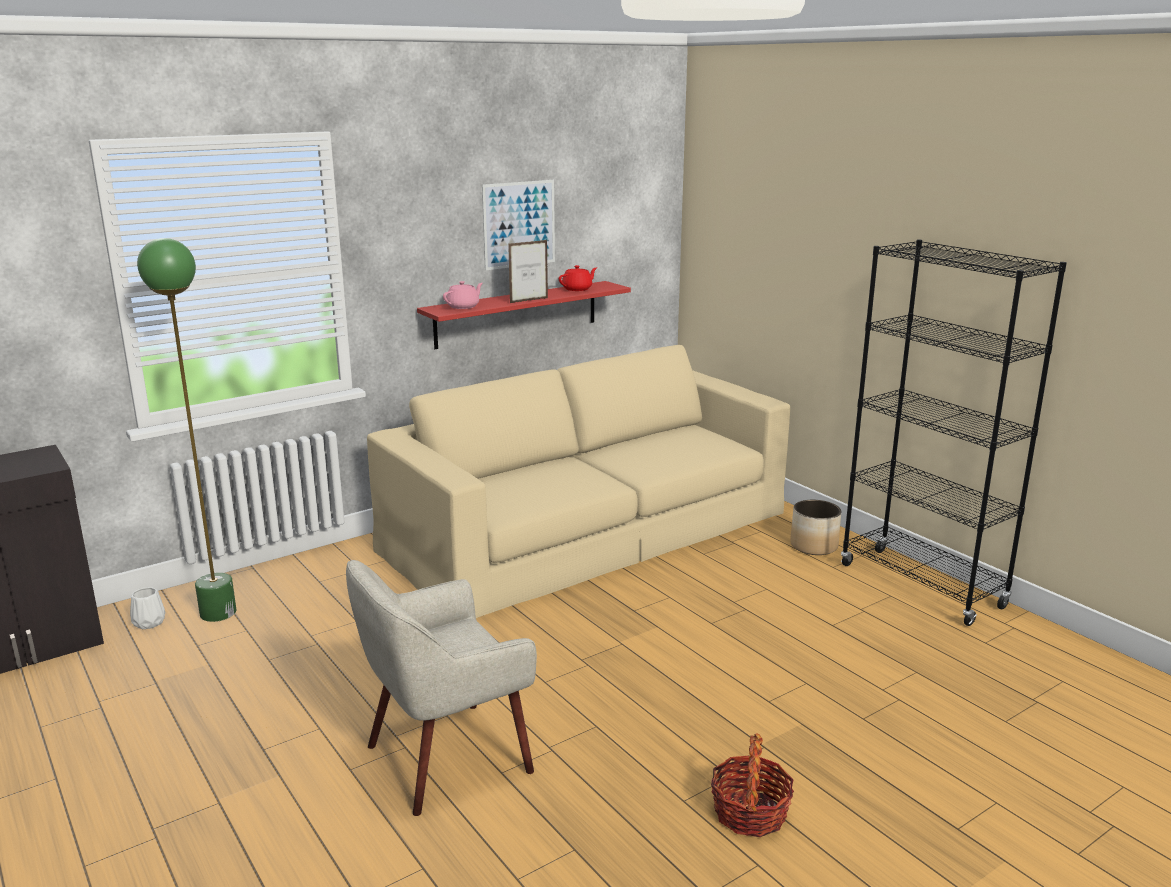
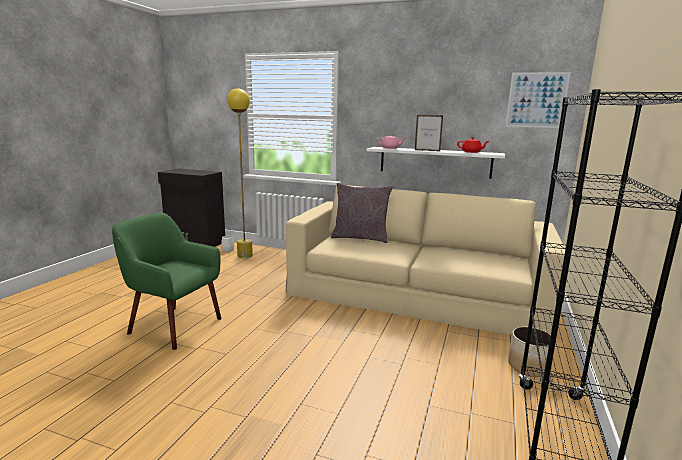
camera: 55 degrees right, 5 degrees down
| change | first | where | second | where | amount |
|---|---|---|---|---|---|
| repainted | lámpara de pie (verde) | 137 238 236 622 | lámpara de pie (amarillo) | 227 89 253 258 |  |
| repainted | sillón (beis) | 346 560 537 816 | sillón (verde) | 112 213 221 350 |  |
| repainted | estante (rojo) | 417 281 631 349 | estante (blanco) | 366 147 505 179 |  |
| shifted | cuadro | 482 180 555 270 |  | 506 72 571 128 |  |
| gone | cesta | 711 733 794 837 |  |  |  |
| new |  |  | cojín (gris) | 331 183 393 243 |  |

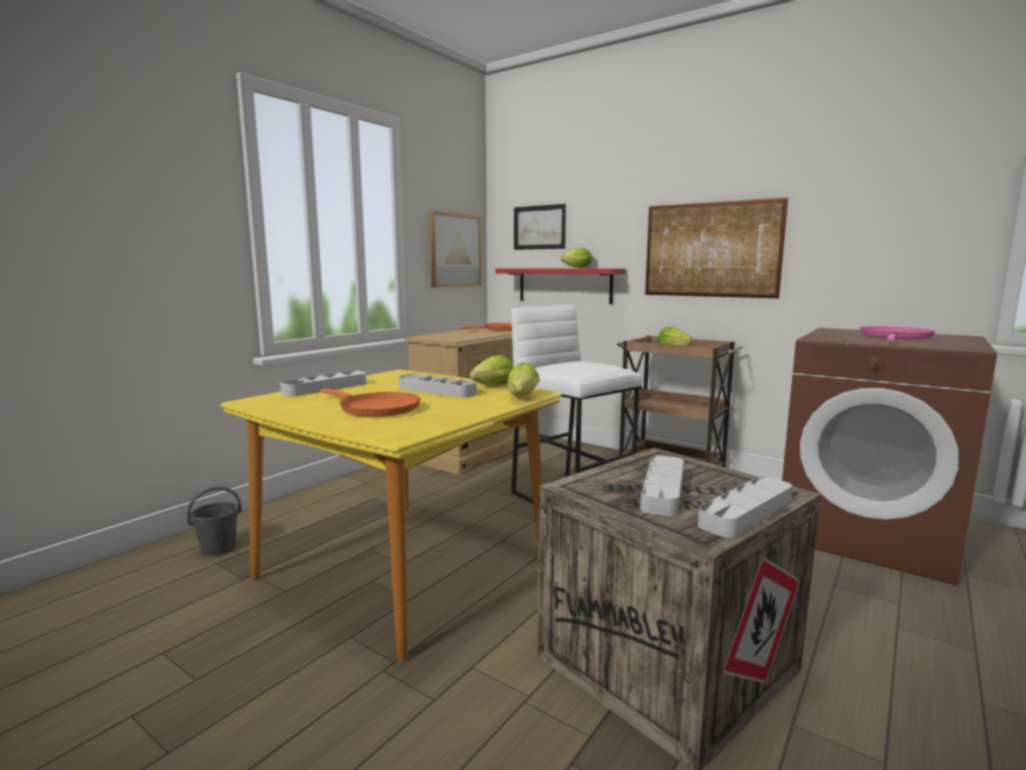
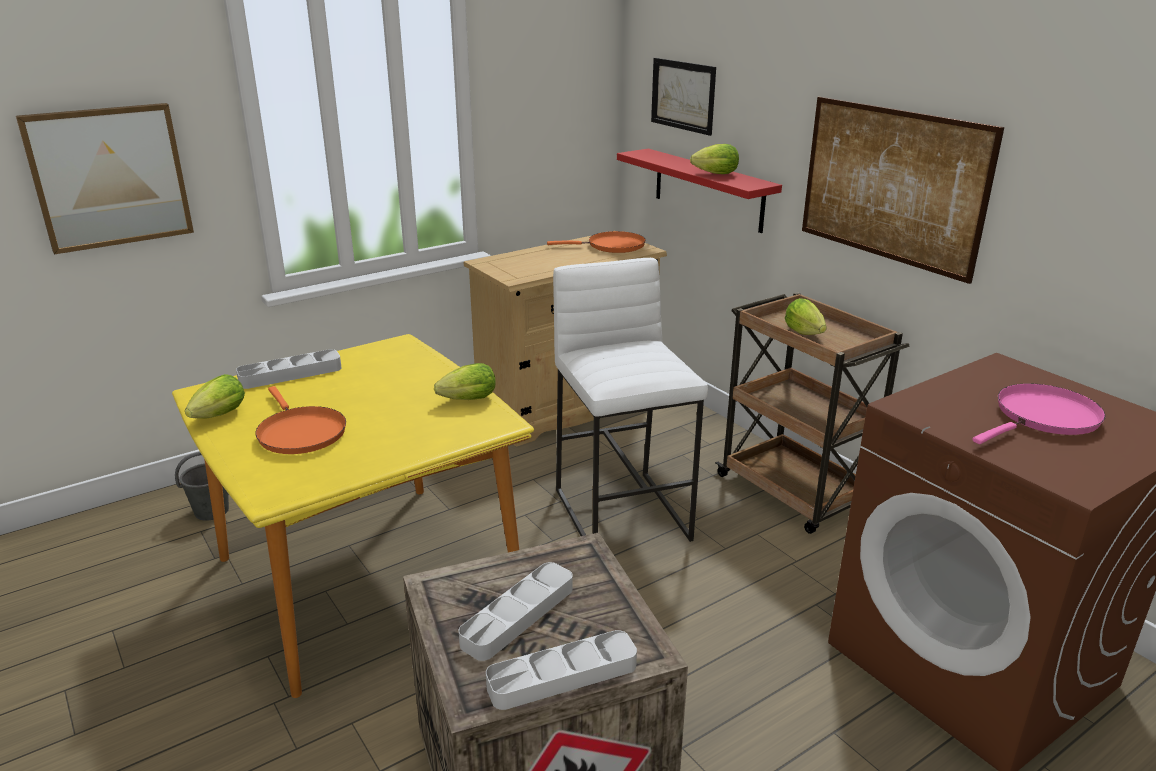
camera: 20 degrees right, 15 degrees up
| change | first | where | second | where | amount |
|---|---|---|---|---|---|
| gone | bandeja (gris) | 399 374 477 398 |  |  |  |
| shifted | cuadro | 429 211 481 287 |  | 16 103 194 254 |  |
| shifted | lechuga | 507 362 540 397 |  | 185 374 245 419 |  |

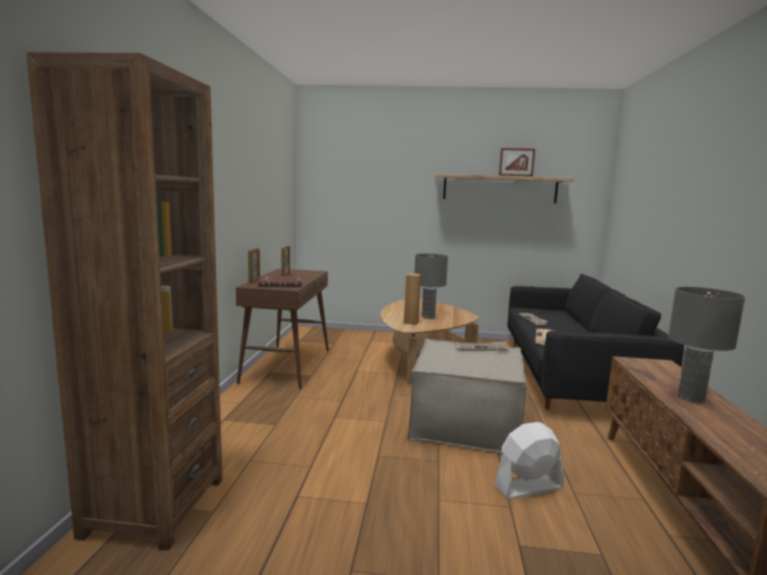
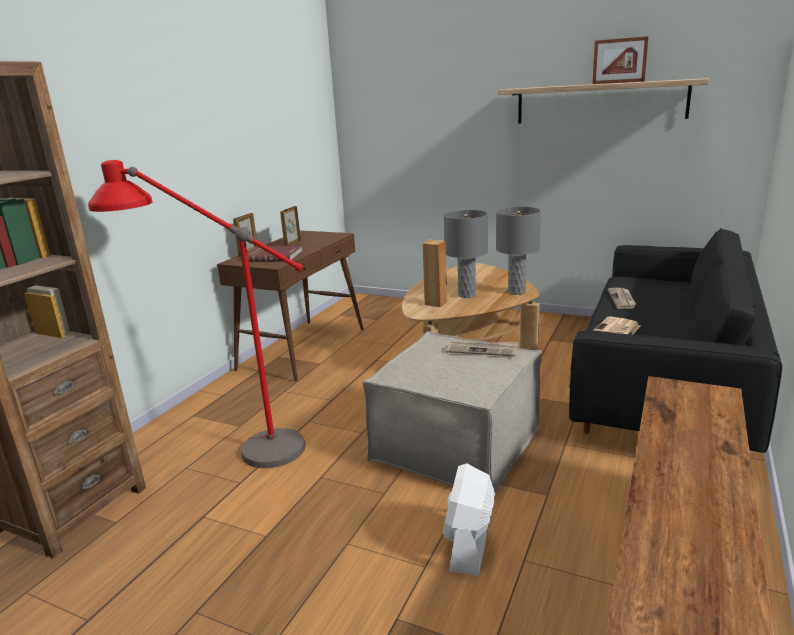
camera: 20 degrees right, 10 degrees up
| change | first | where | second | where | amount |
|---|---|---|---|---|---|
| rotated | ventilador (blanco) | 494 422 564 499 |  | 442 464 495 576 | 75 degrees counterclockwise |
| shifted | lámpara de mesa (gris) | 668 287 745 403 |  | 496 207 541 295 |  |
| new |  |  | lámpara de pie (rojo) | 88 160 306 468 |  |

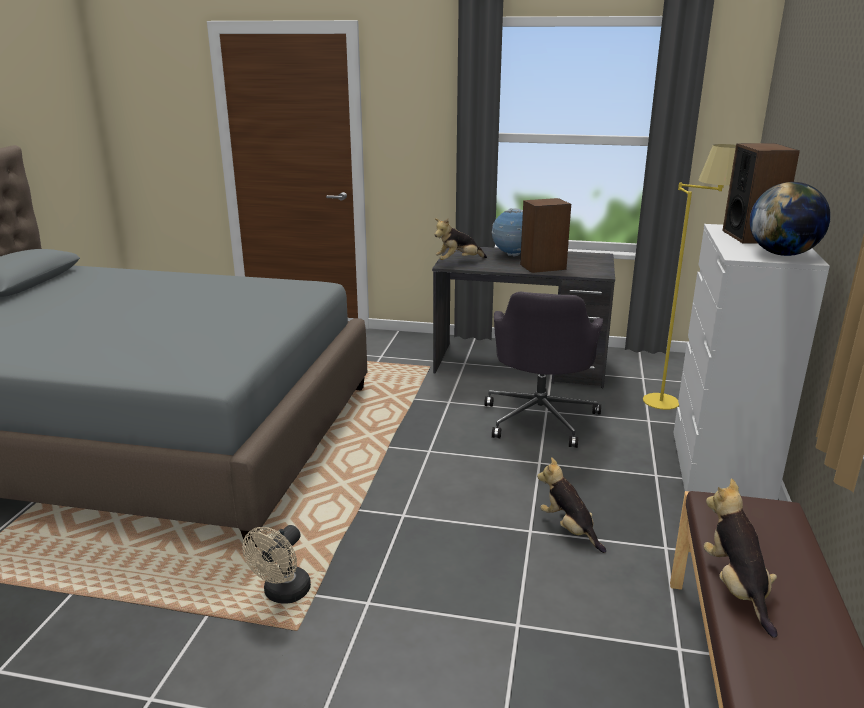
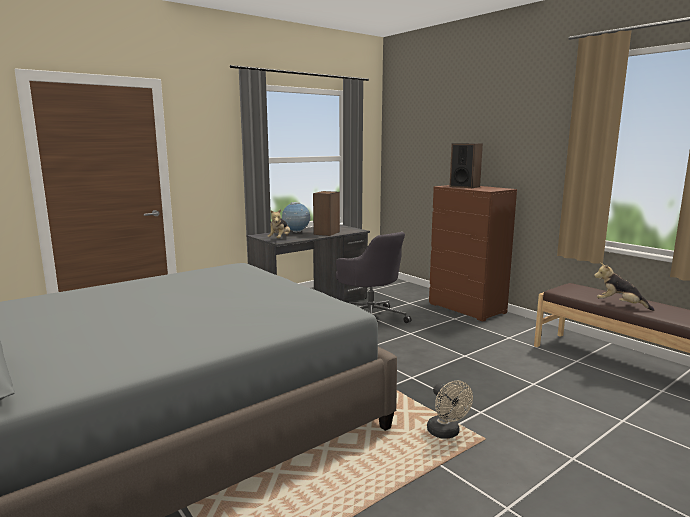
camera: 50 degrees left, 10 degrees down
| change | first | where | second | where | amount |
|---|---|---|---|---|---|
| gone | peluche | 537 457 606 553 |  |  |  |
| gone | lámpara de pie (amarillo) | 643 144 736 410 |  |  |  |
| repainted | cómoda (blanco) | 673 224 830 500 | cómoda (marrón) | 429 185 517 322 |  |
| gone | globo terráqueo | 750 182 831 256 |  |  |  |

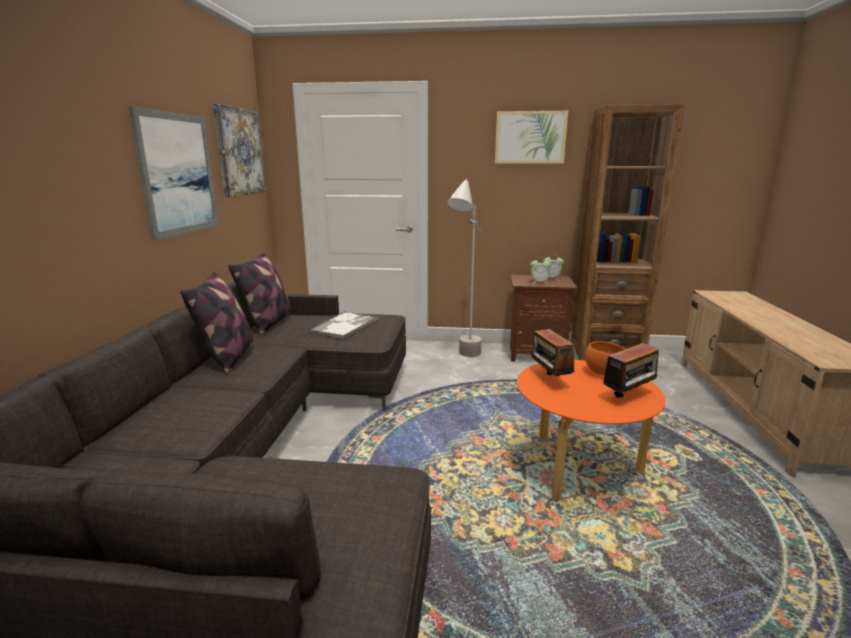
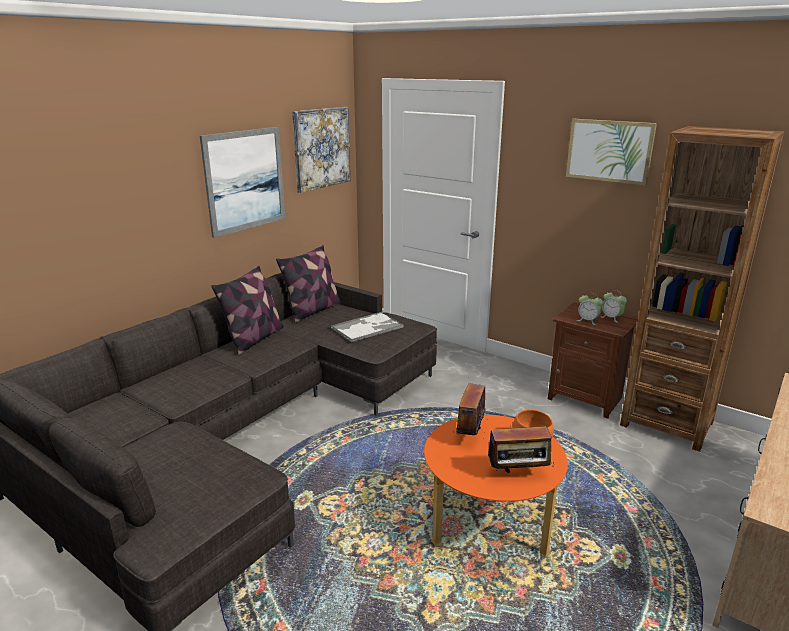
camera: 30 degrees right, 5 degrees up
| change | first | where | second | where | amount |
|---|---|---|---|---|---|
| gone | lámpara de pie (gris) | 447 178 481 357 |  |  |  |

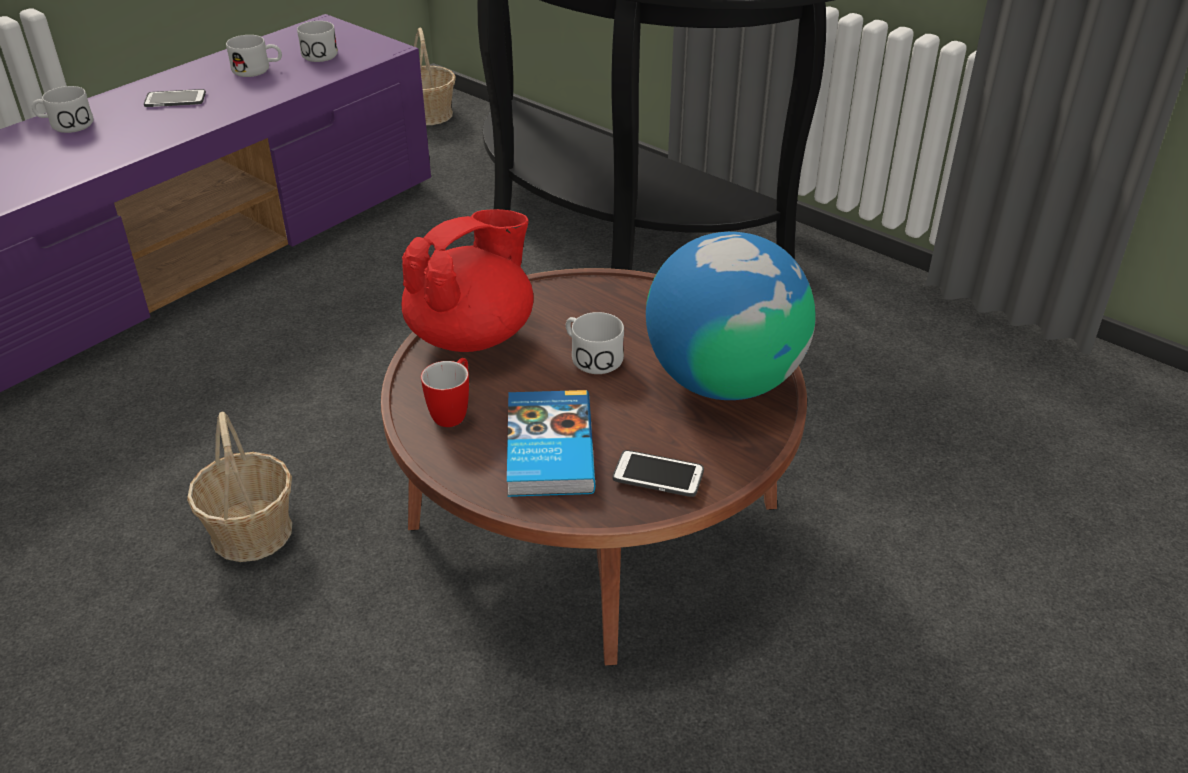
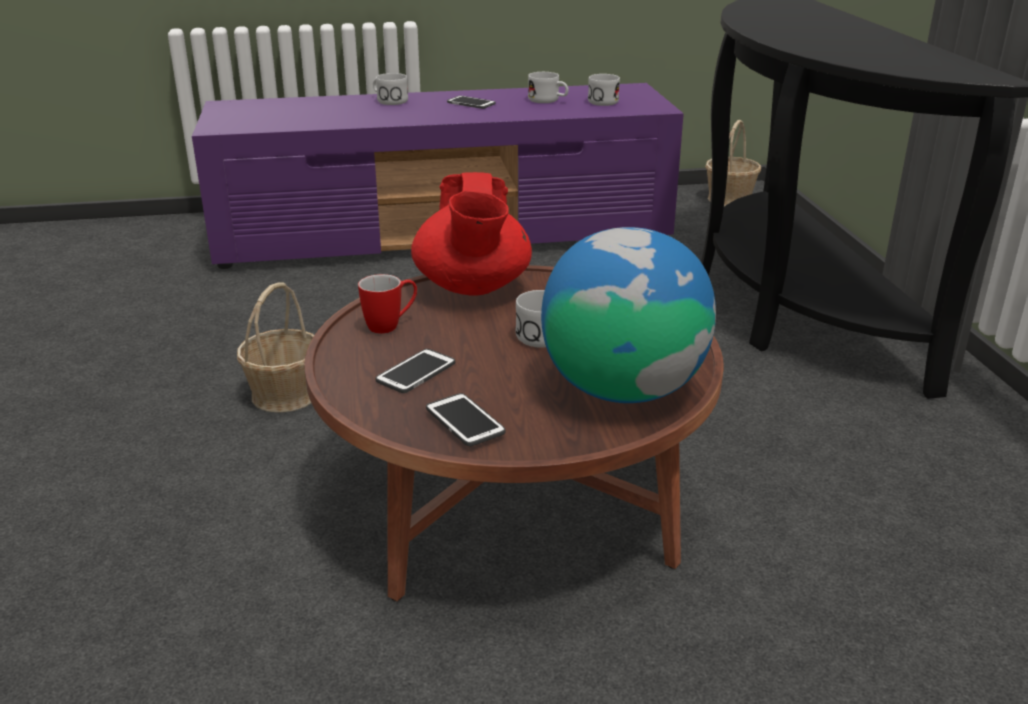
camera: 40 degrees right, 10 degrees down
| change | first | where | second | where | amount |
|---|---|---|---|---|---|
| rotated | tetera (rojo) | 401 209 534 352 |  | 411 172 532 296 | 90 degrees clockwise |
| swapped | libro | 507 390 595 497 | móvil | 375 349 455 393 |  |

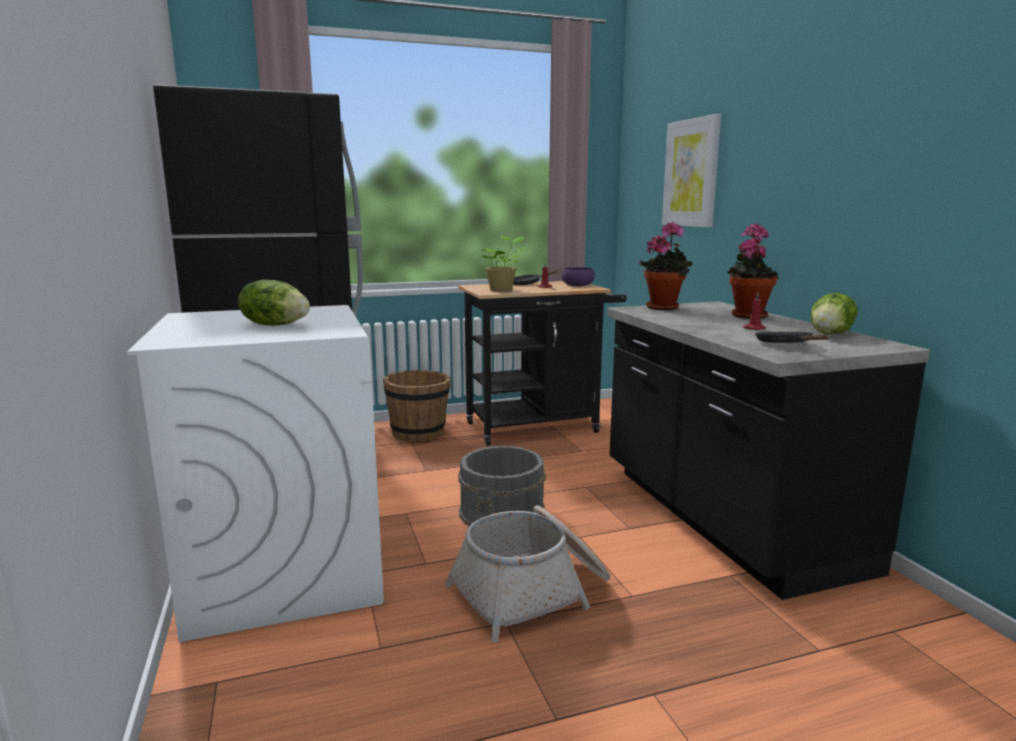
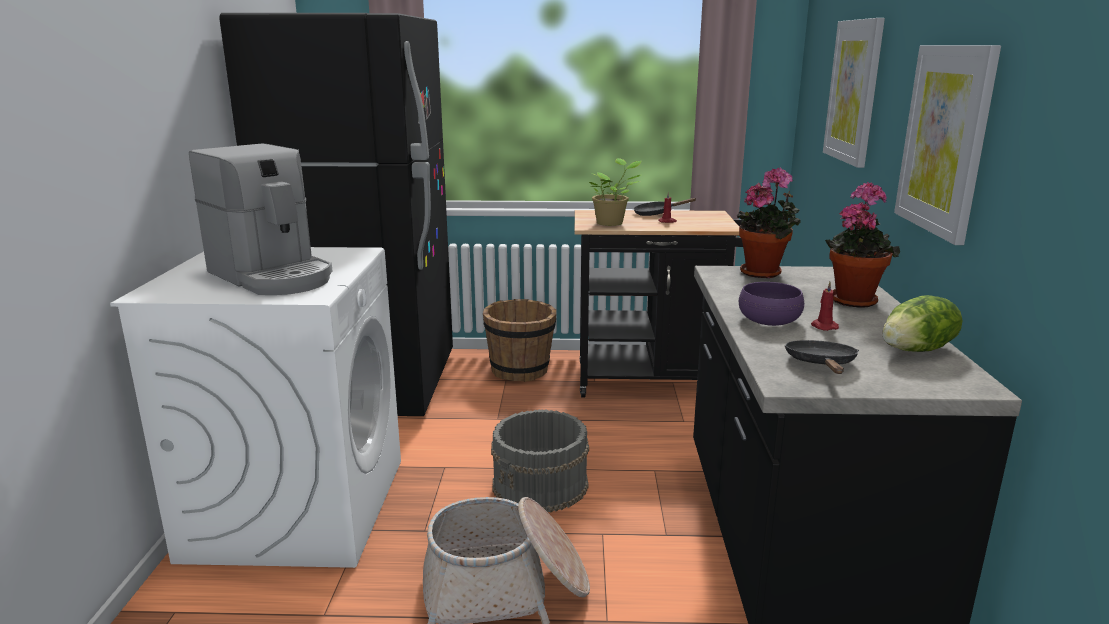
camera: 20 degrees right, 5 degrees up
| change | first | where | second | where | amount |
|---|---|---|---|---|---|
| swapped | lechuga | 238 280 310 325 | cafetera | 189 143 332 295 |  |
| shifted | cuenco (morado) | 562 267 595 286 |  | 739 282 804 326 |  |
| new |  |  | cuadro | 894 45 1001 245 |  |

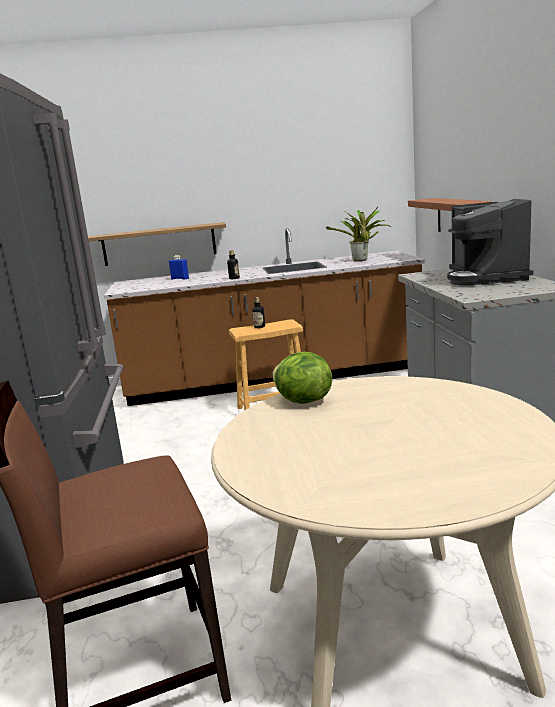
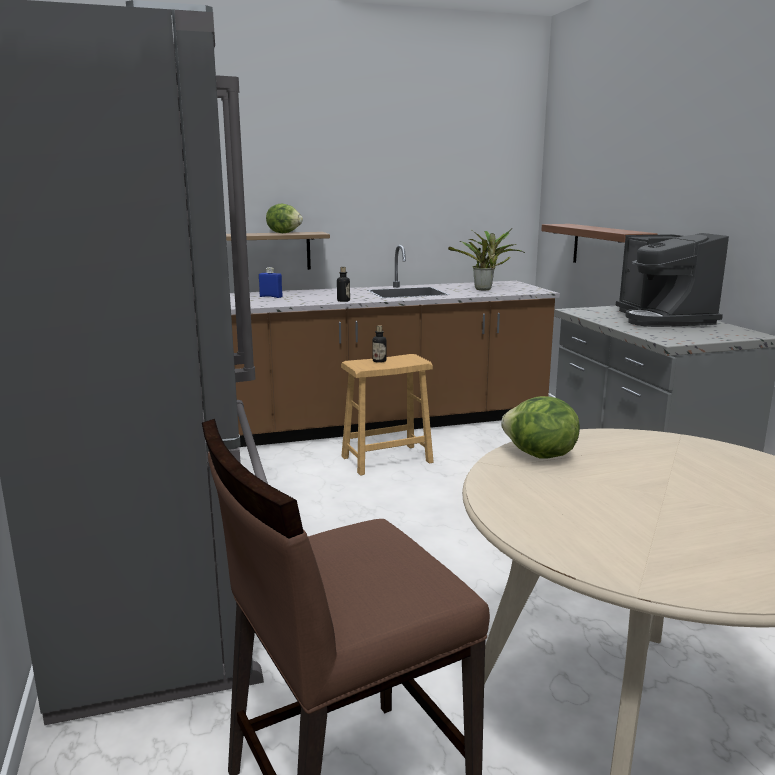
camera: 10 degrees left, 0 degrees up
| change | first | where | second | where | amount |
|---|---|---|---|---|---|
| new |  |  | lechuga | 266 204 303 233 |  |

